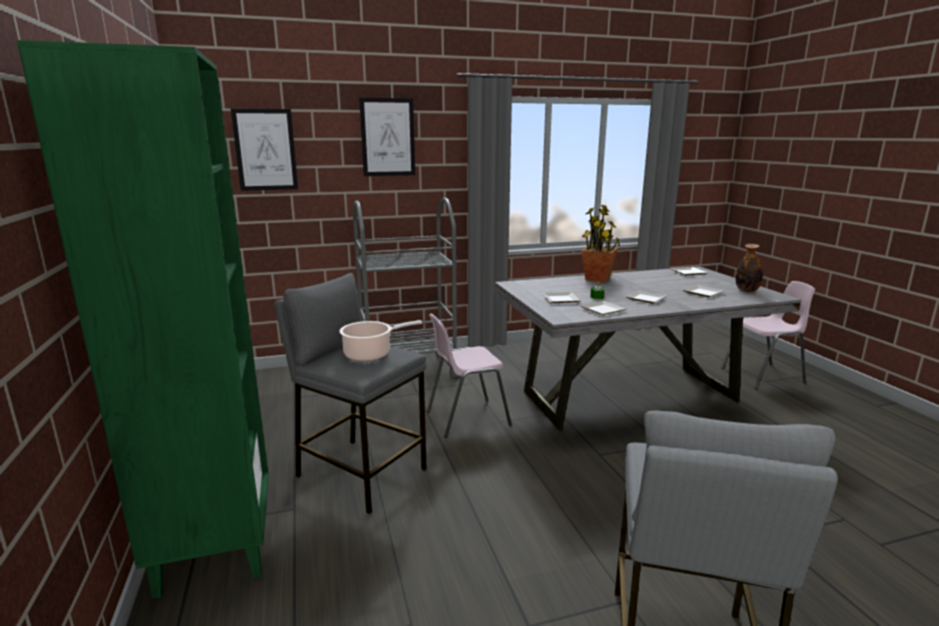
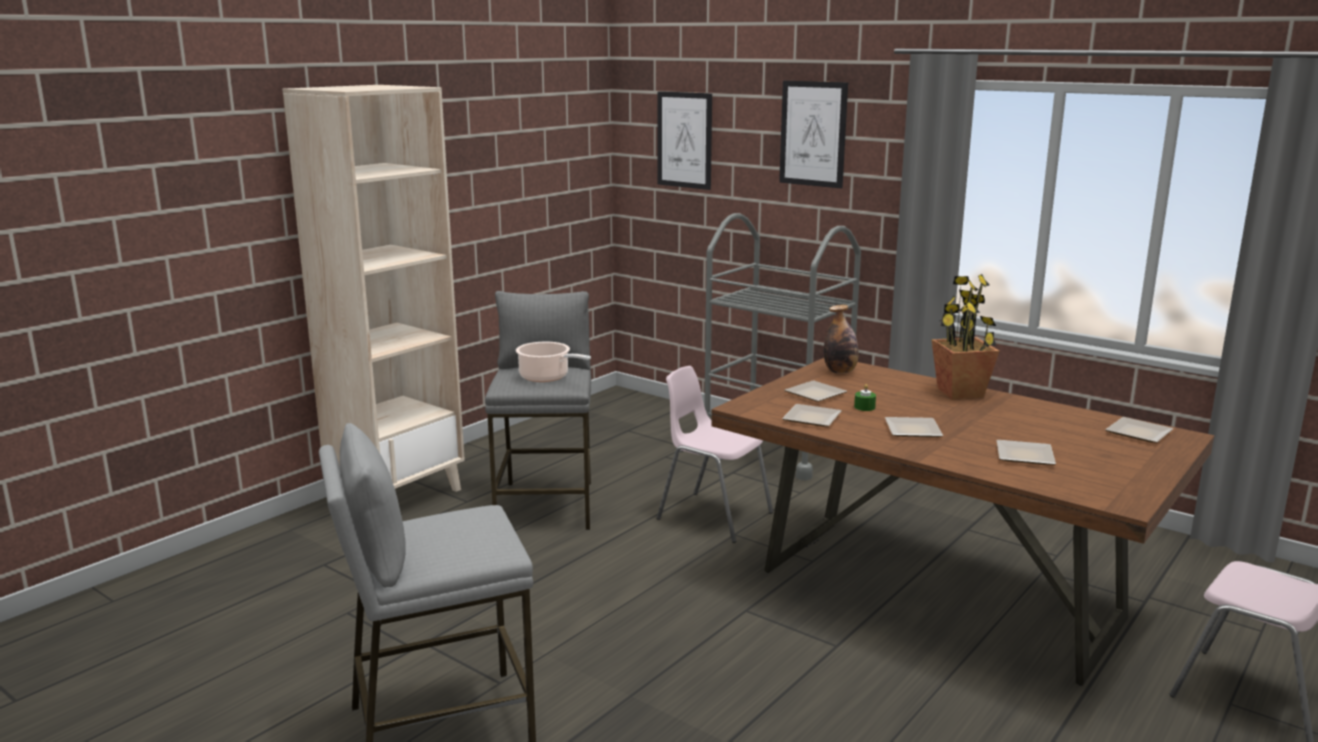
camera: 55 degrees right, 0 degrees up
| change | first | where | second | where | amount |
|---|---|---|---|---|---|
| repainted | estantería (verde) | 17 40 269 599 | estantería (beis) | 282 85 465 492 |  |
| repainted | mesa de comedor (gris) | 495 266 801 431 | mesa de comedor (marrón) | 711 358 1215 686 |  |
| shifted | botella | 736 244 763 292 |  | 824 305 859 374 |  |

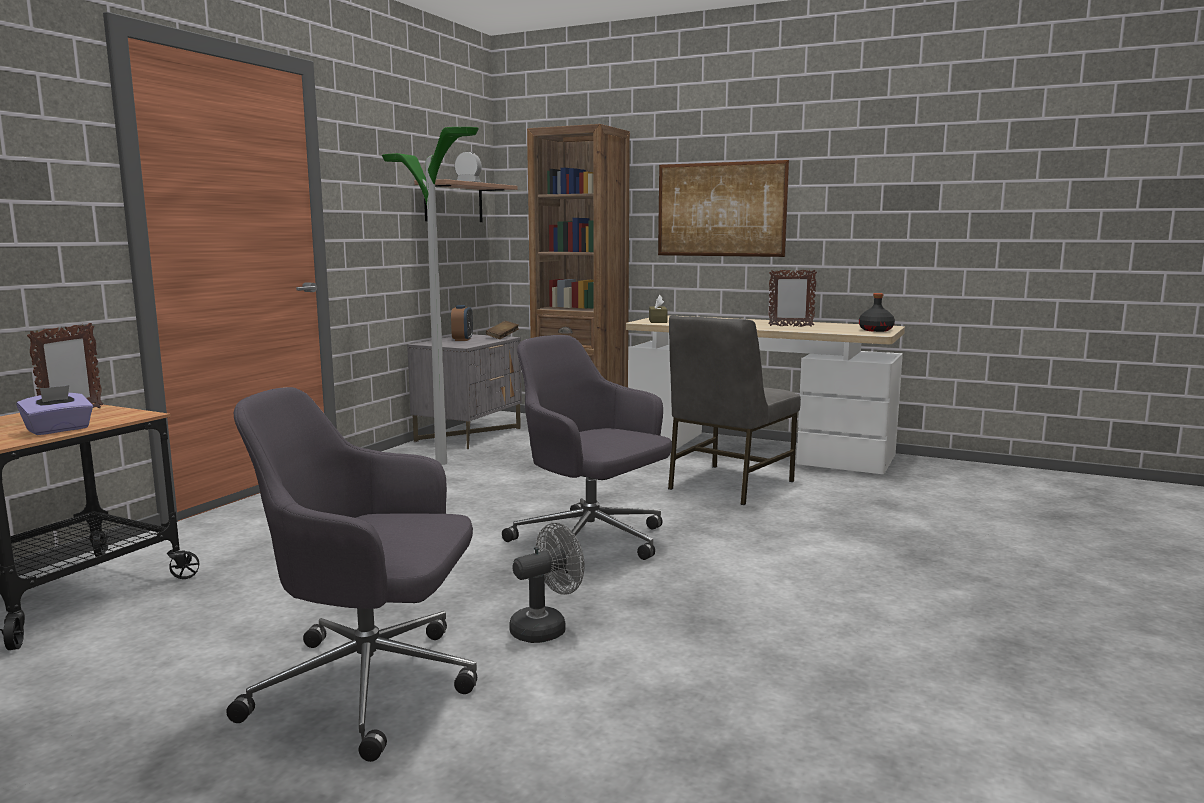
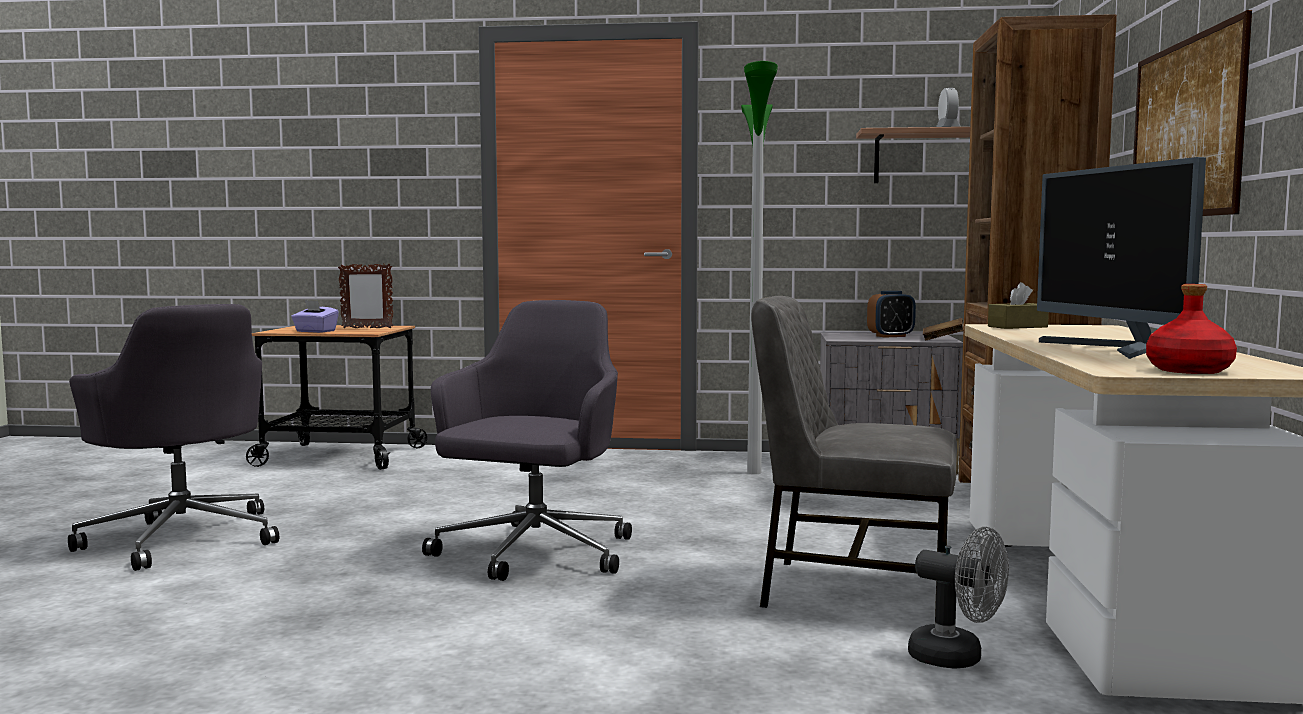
camera: 70 degrees right, 5 degrees down
| change | first | where | second | where | amount |
|---|---|---|---|---|---|
| rotated | silla de oficina (gris) | 226 387 477 762 |  | 68 304 279 571 | 150 degrees clockwise |
| shifted | ventilador (gris) | 509 523 585 643 |  | 908 527 1009 669 |  |
| swapped | portarretratos | 768 270 817 327 | monitor | 1037 157 1206 359 |  |
| repainted | botella (negro) | 859 293 895 332 | botella (rojo) | 1146 284 1237 374 |  |

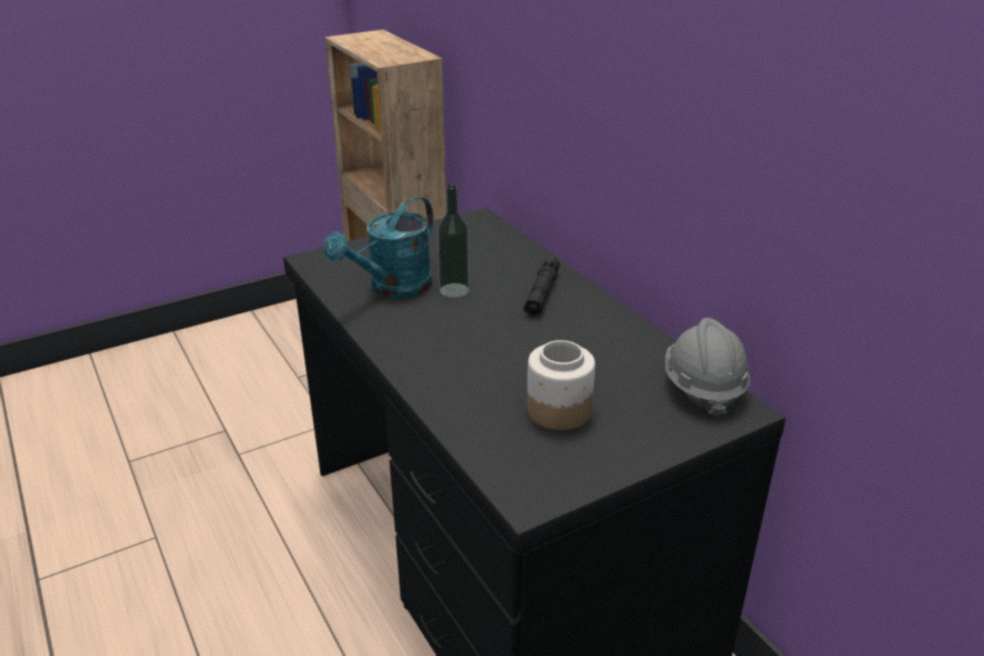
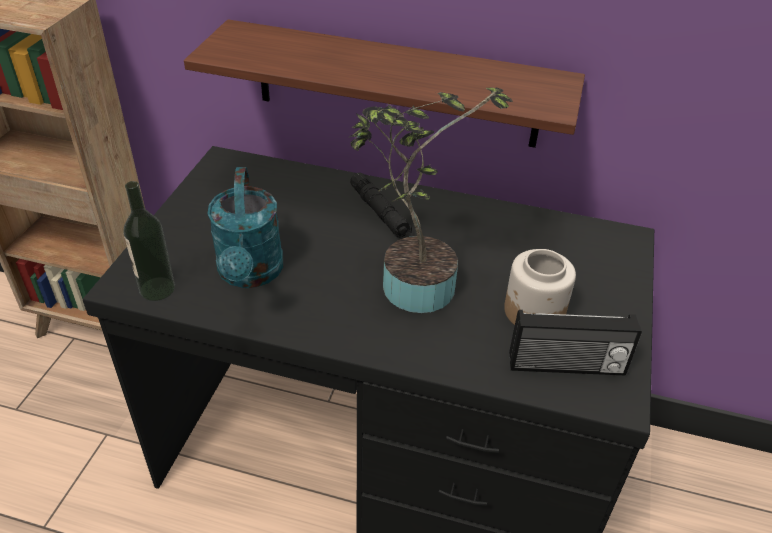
camera: 45 degrees left, 10 degrees up
| change | first | where | second | where | amount |
|---|---|---|---|---|---|
| shifted | botella | 437 185 470 298 |  | 124 181 175 301 |  |
| gone | casco (gris) | 665 318 750 417 |  |  |  |
| new |  |  | estante | 184 19 585 148 |  |
| new |  |  | planta en maceta | 350 88 513 313 |  |
| new |  |  | radio | 509 310 642 375 |  |

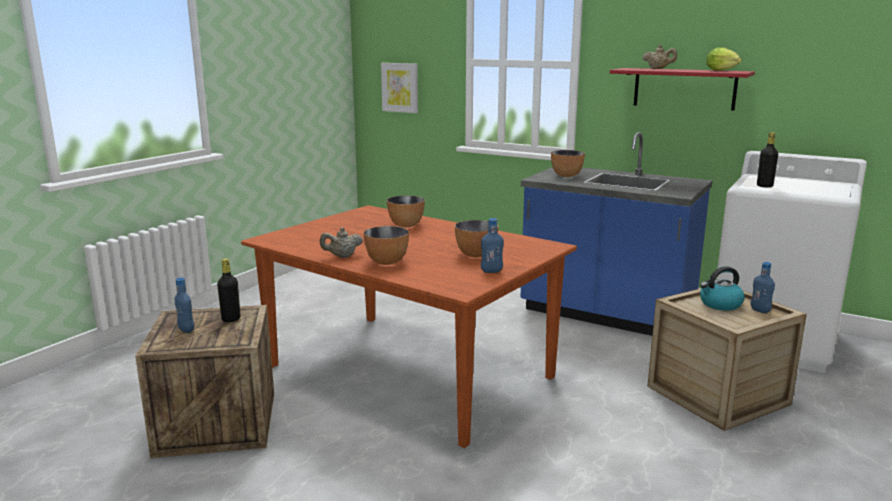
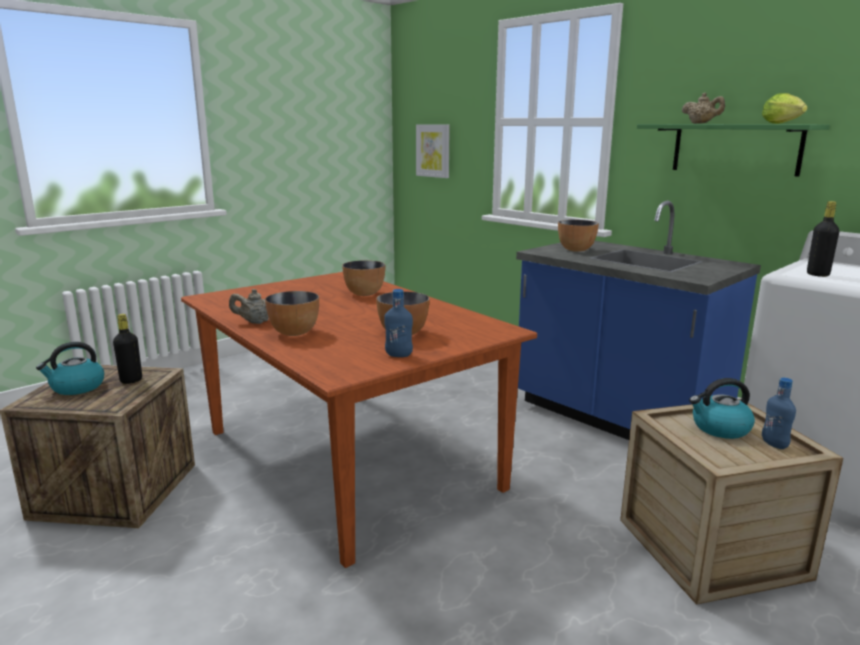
camera: 15 degrees right, 0 degrees up
| change | first | where | second | where | amount |
|---|---|---|---|---|---|
| swapped | botella (azul) | 175 278 194 333 | hervidor | 36 342 104 395 |  |
| repainted | estante (rojo) | 610 68 755 111 | estante (verde) | 637 124 830 177 |  |

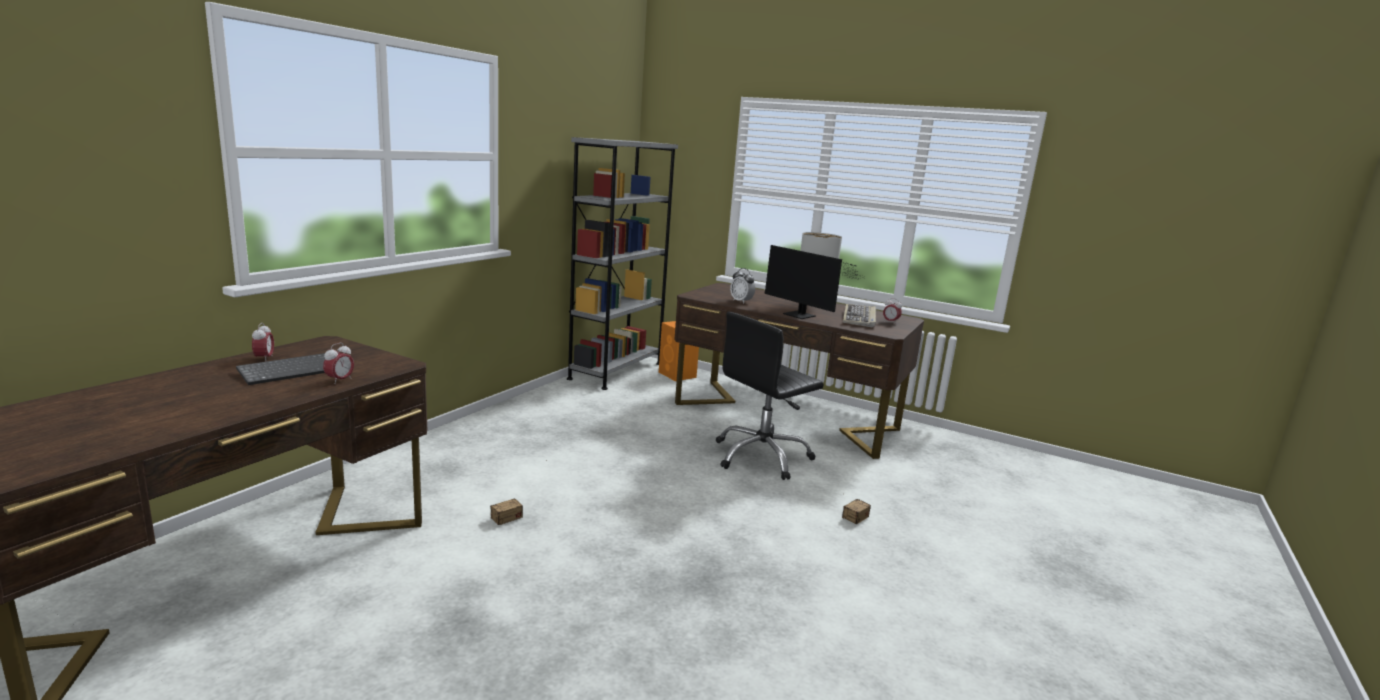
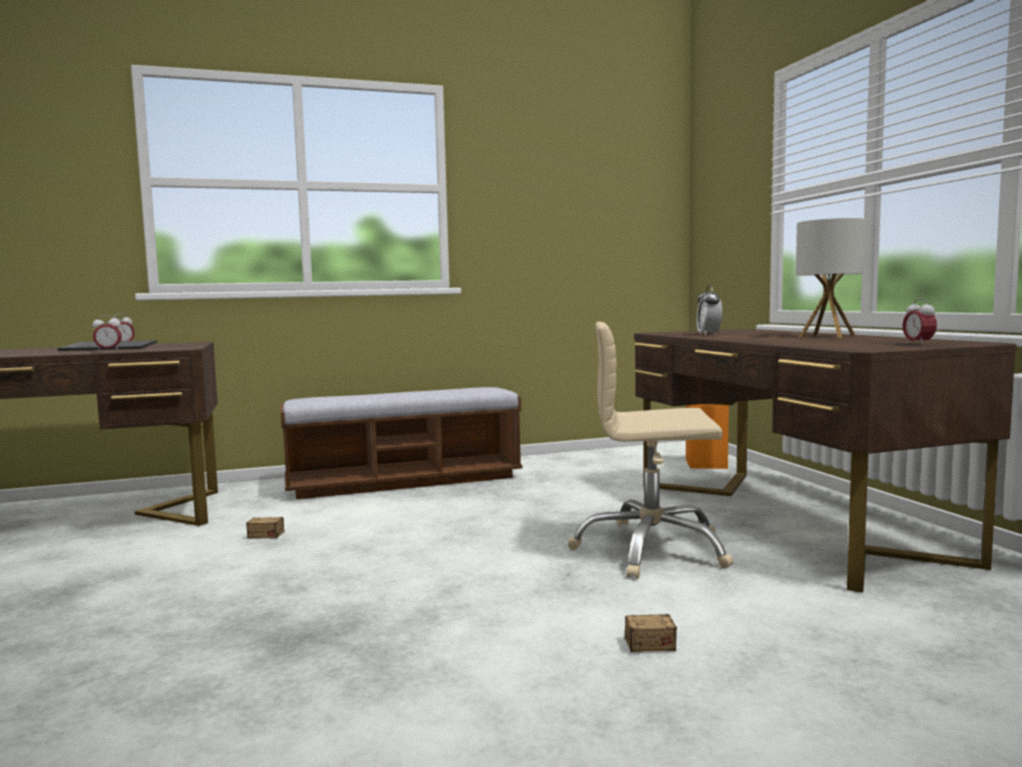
camera: 45 degrees right, 10 degrees down
| change | first | where | second | where | amount |
|---|---|---|---|---|---|
| gone | estantería (gris) | 567 137 678 390 |  |  |  |
| repainted | silla de oficina (negro) | 716 312 824 480 | silla de oficina (beis) | 568 322 734 579 |  |
| gone | monitor | 764 245 865 319 |  |  |  |
| gone | teclado | 843 304 876 327 |  |  |  |
| new |  |  | banco | 281 387 523 499 |  |

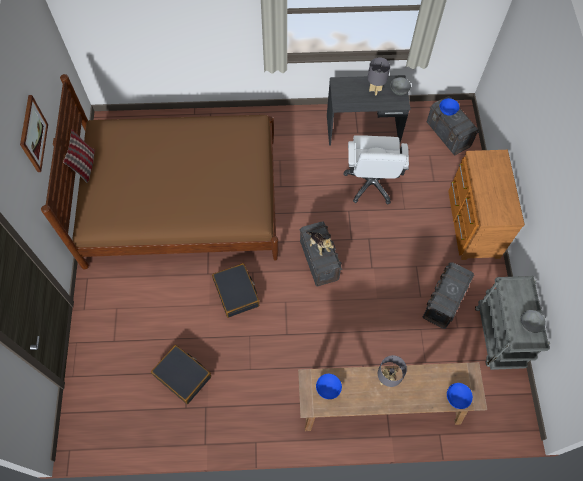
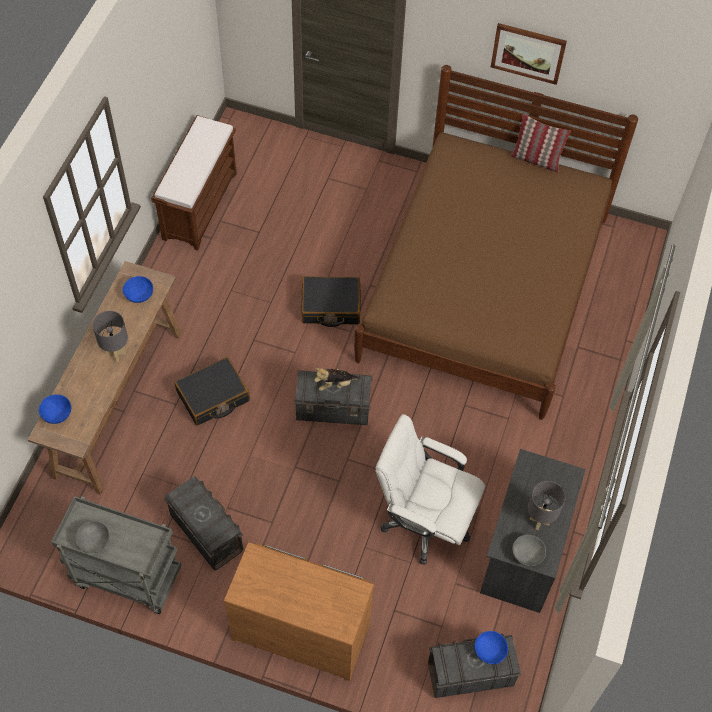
camera: 110 degrees right, 5 degrees down
| change | first | where | second | where | amount |
|---|---|---|---|---|---|
| shifted | maleta (negro) | 151 345 211 404 |  | 174 357 250 426 |  |
| new |  |  | banco (marrón) | 151 115 237 251 |  |

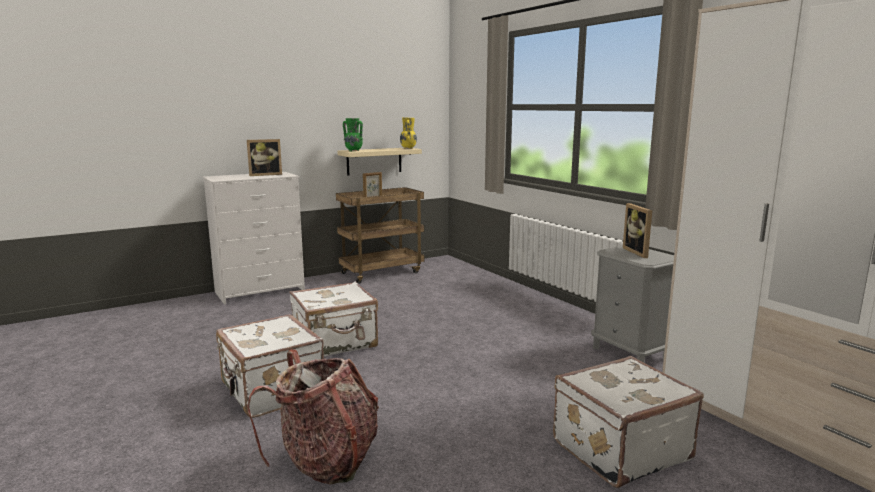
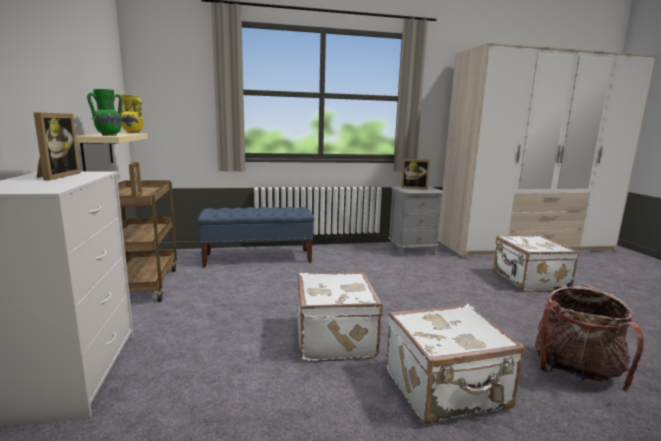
camera: 70 degrees left, 0 degrees up
| change | first | where | second | where | amount |
|---|---|---|---|---|---|
| new |  |  | banco (azul) | 198 207 314 267 |  |

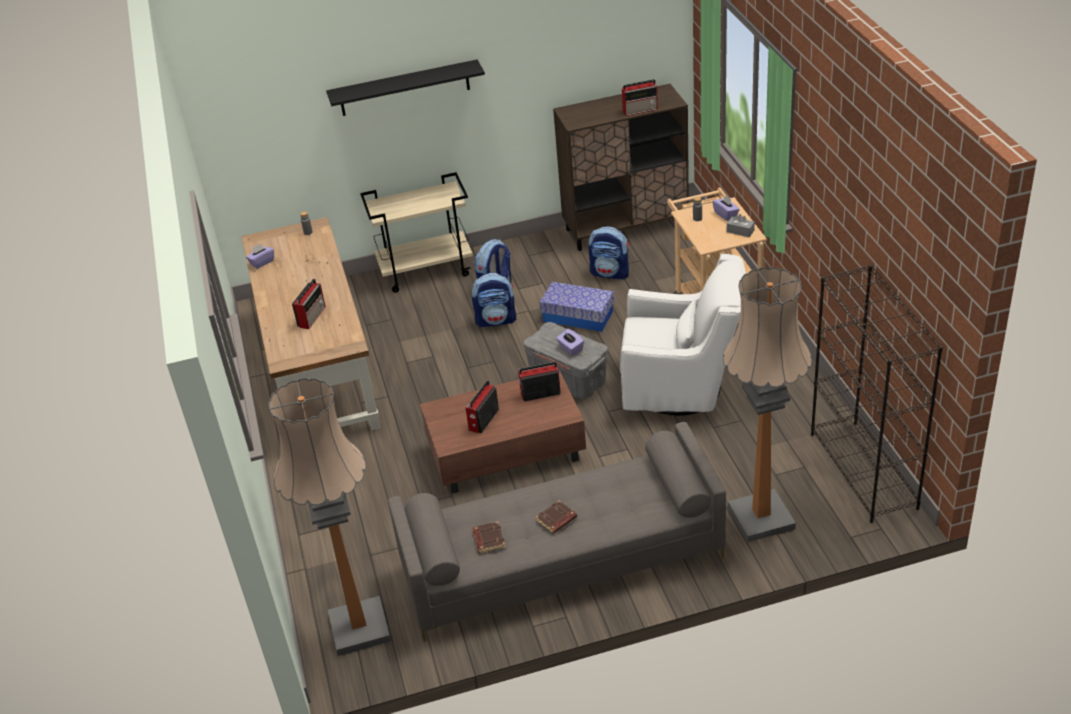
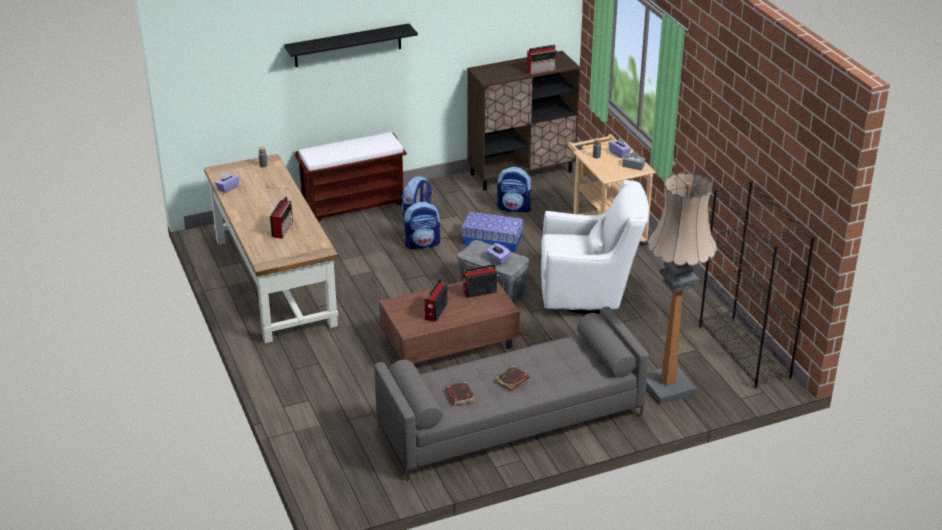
camera: 10 degrees left, 5 degrees down
| change | first | where | second | where | amount |
|---|---|---|---|---|---|
| gone | lámpara de pie | 268 378 391 656 |  |  |  |
| swapped | carrito (beis) | 360 172 473 293 | banco (marrón) | 295 132 407 222 |  |

